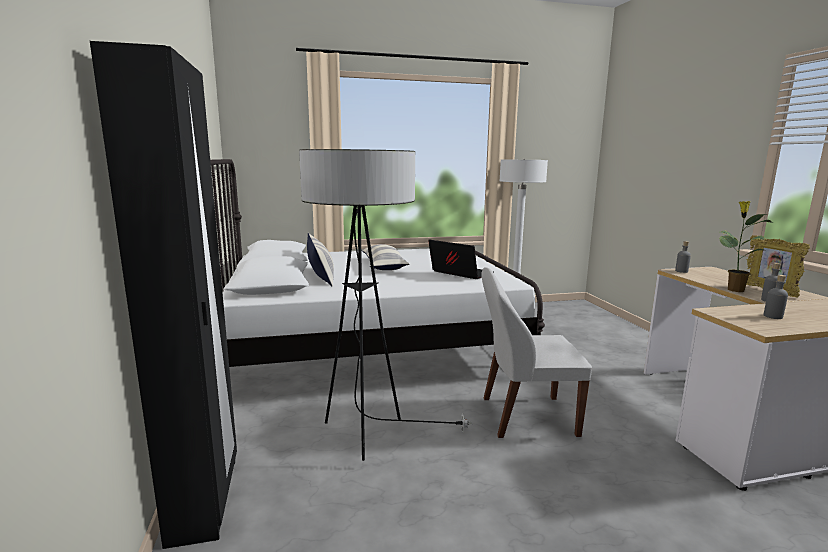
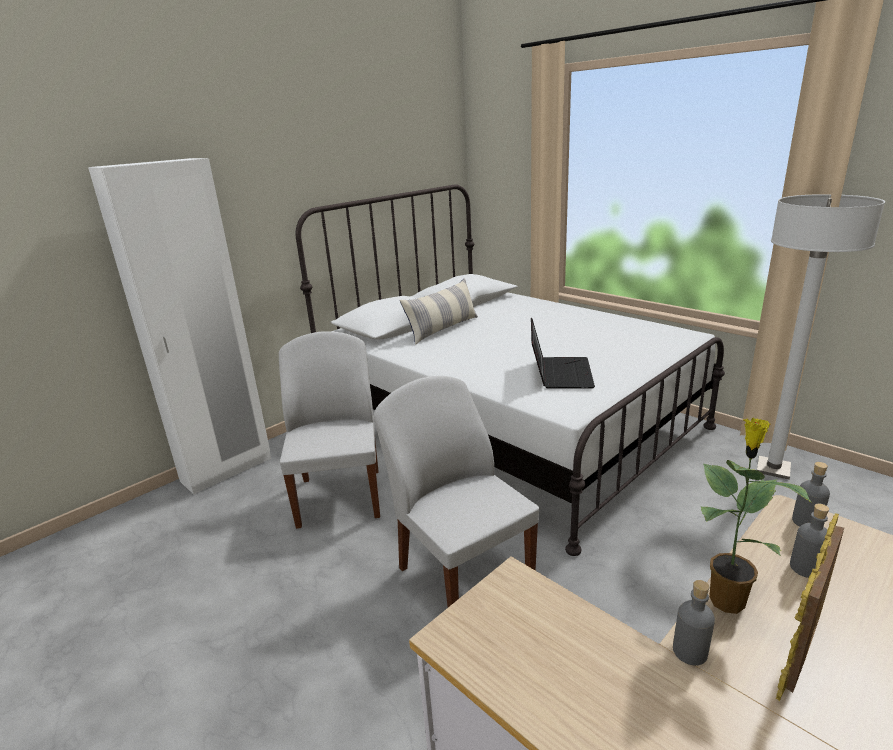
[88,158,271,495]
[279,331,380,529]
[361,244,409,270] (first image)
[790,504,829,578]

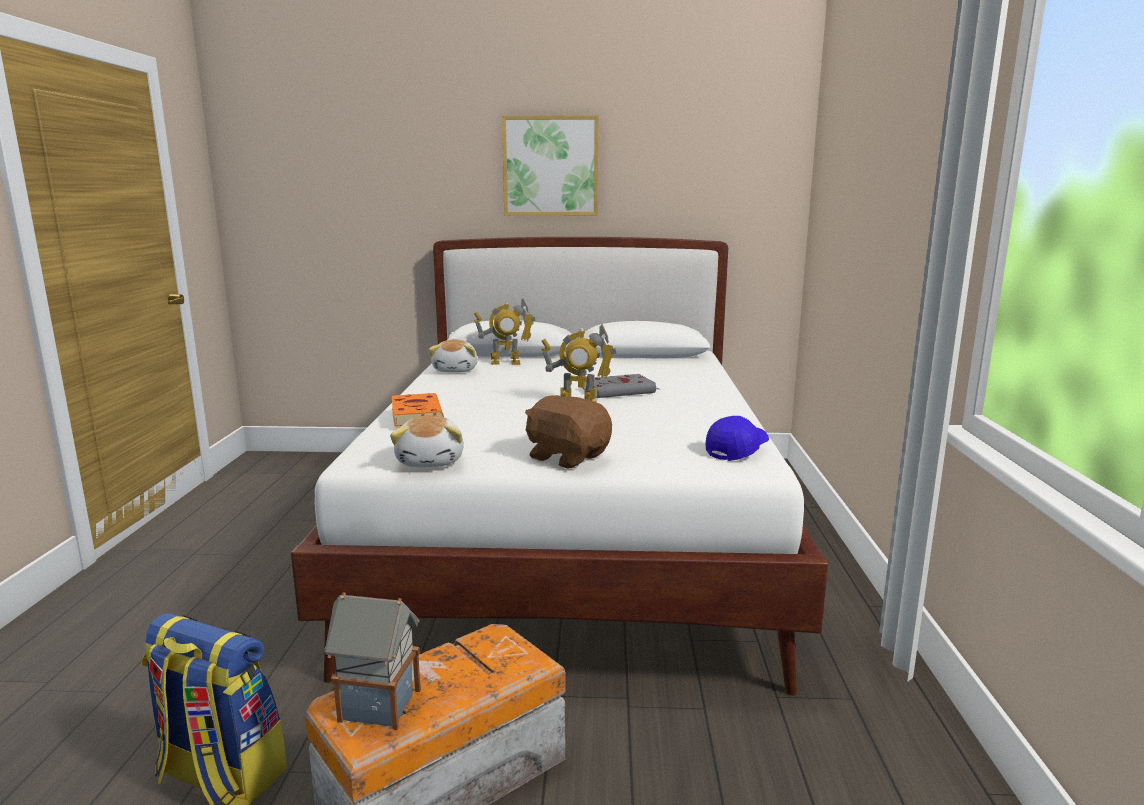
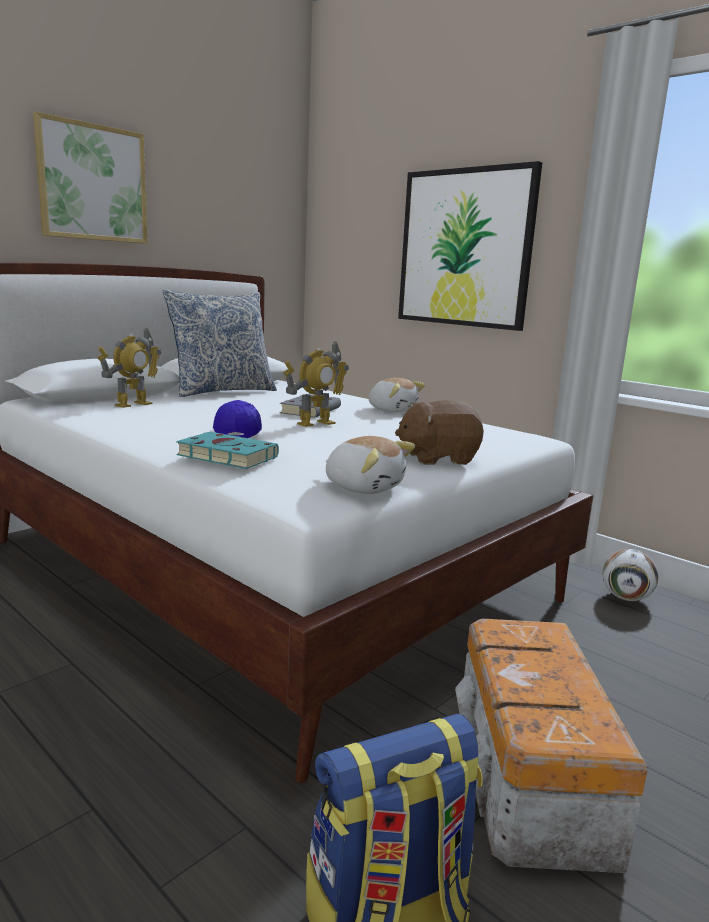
[324,592,421,730] (first image)
[176,432,279,469]
[369,378,425,412]
[213,400,262,438]
[163,289,277,397]
[398,161,542,331]
[603,549,658,601]

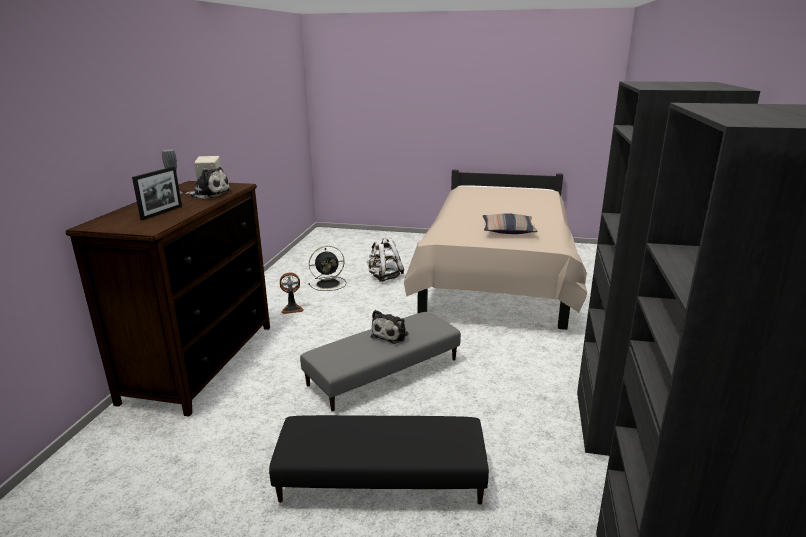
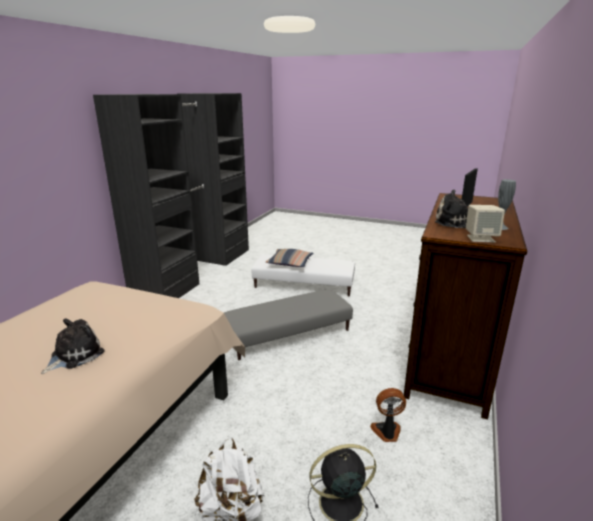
[252,255,355,296]
[41,318,105,374]
[266,249,314,267]

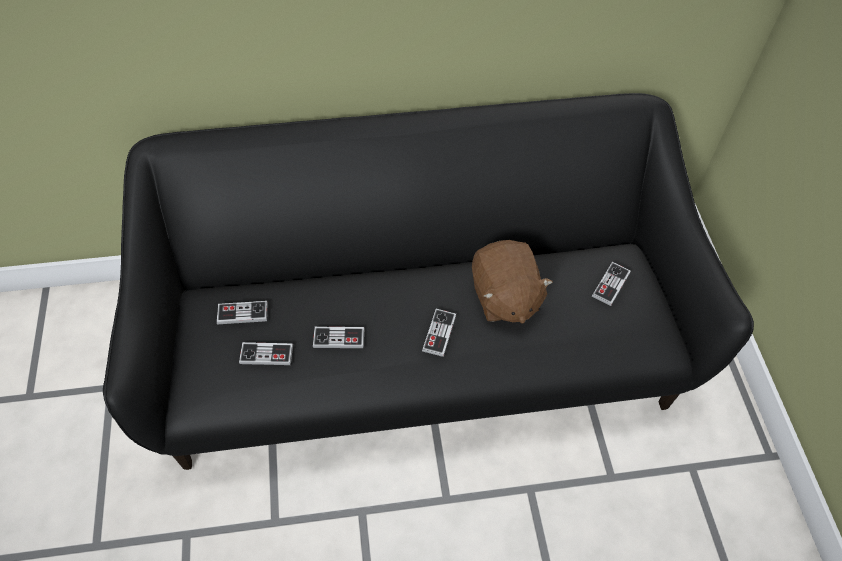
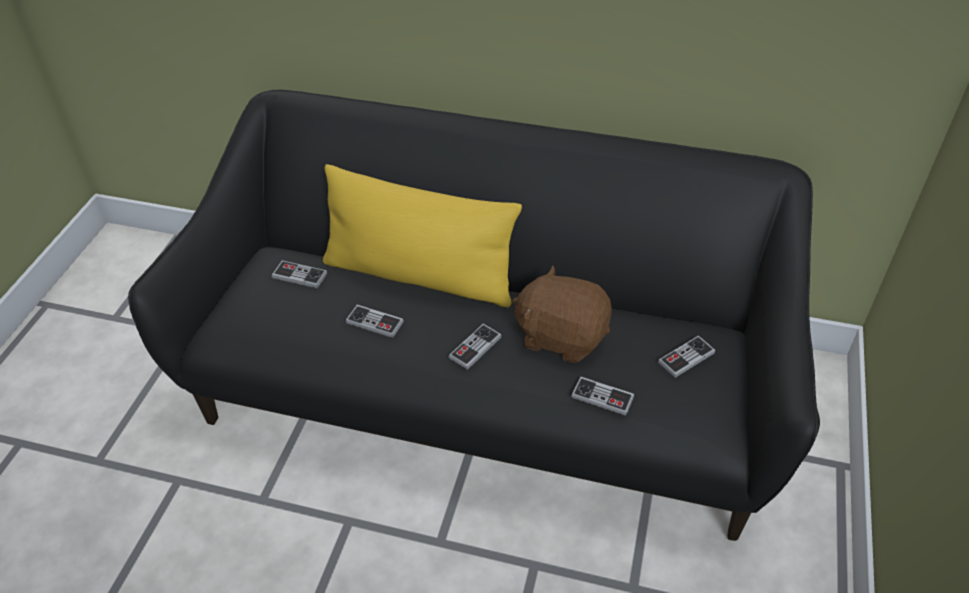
[571,376,634,416]
[512,265,612,363]
[323,164,522,308]

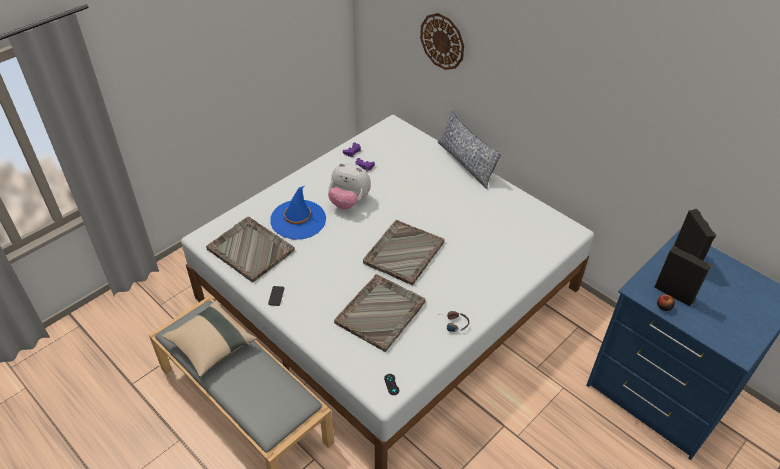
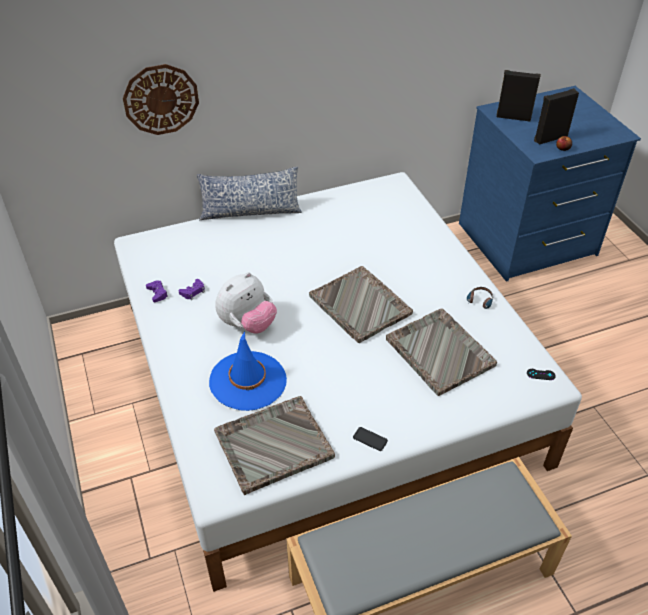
[162,300,257,377] (first image)

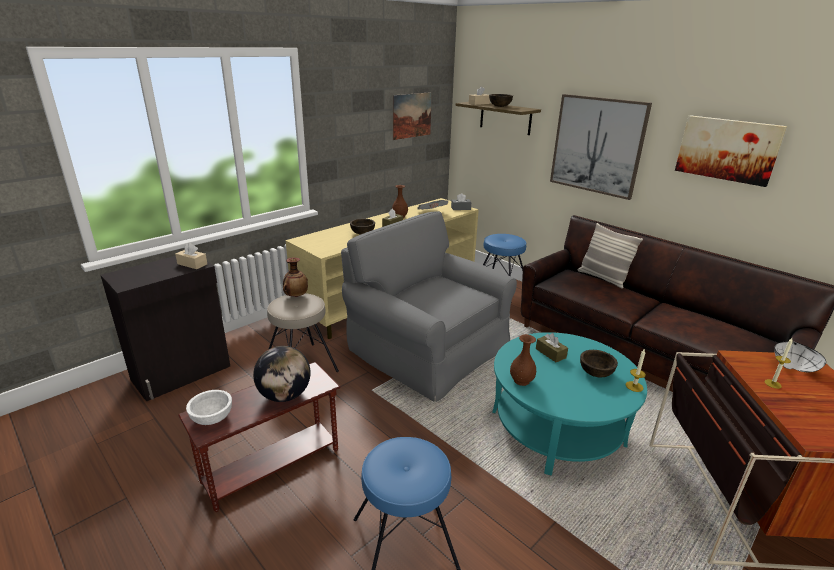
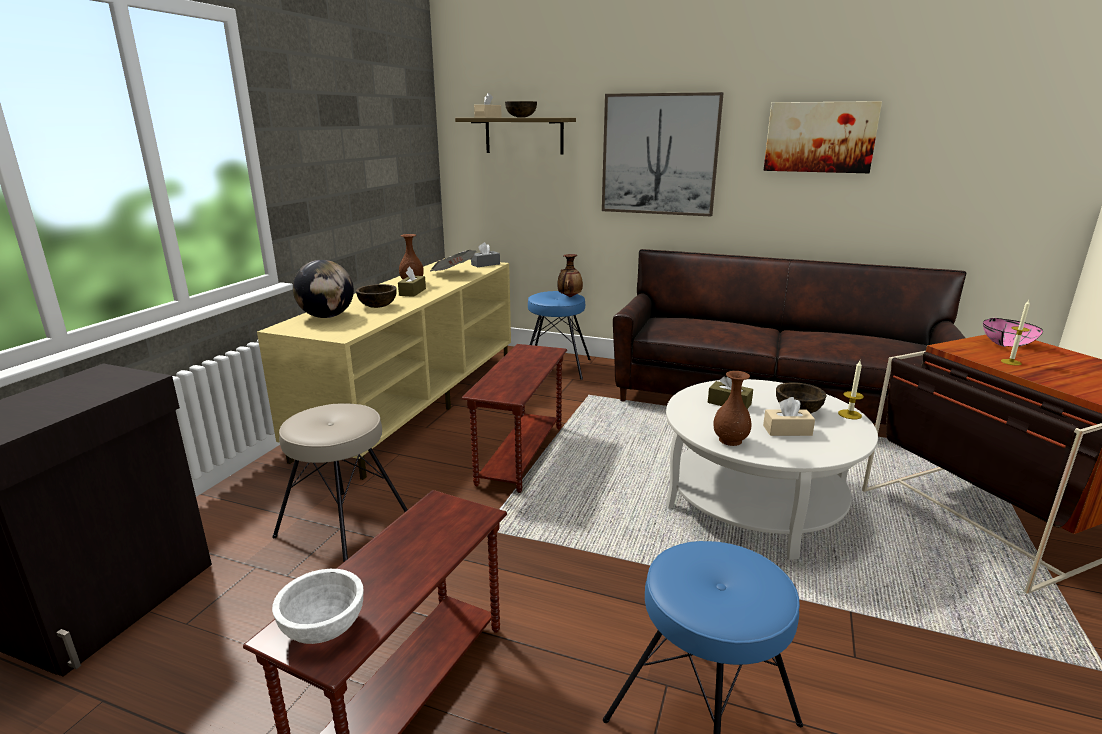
[763,397,815,436]
[293,260,354,318]
[557,254,583,297]
[461,344,567,493]
[393,92,432,140] (first image)
[666,379,878,560]
[577,223,643,289] (first image)
[983,318,1043,347]

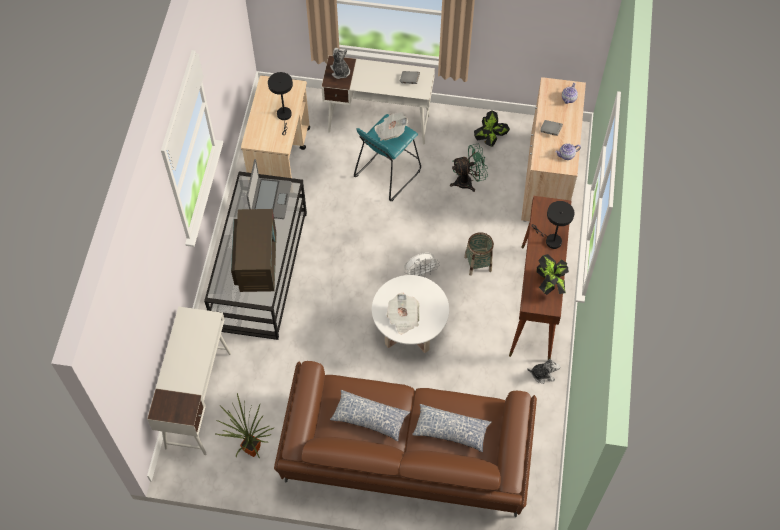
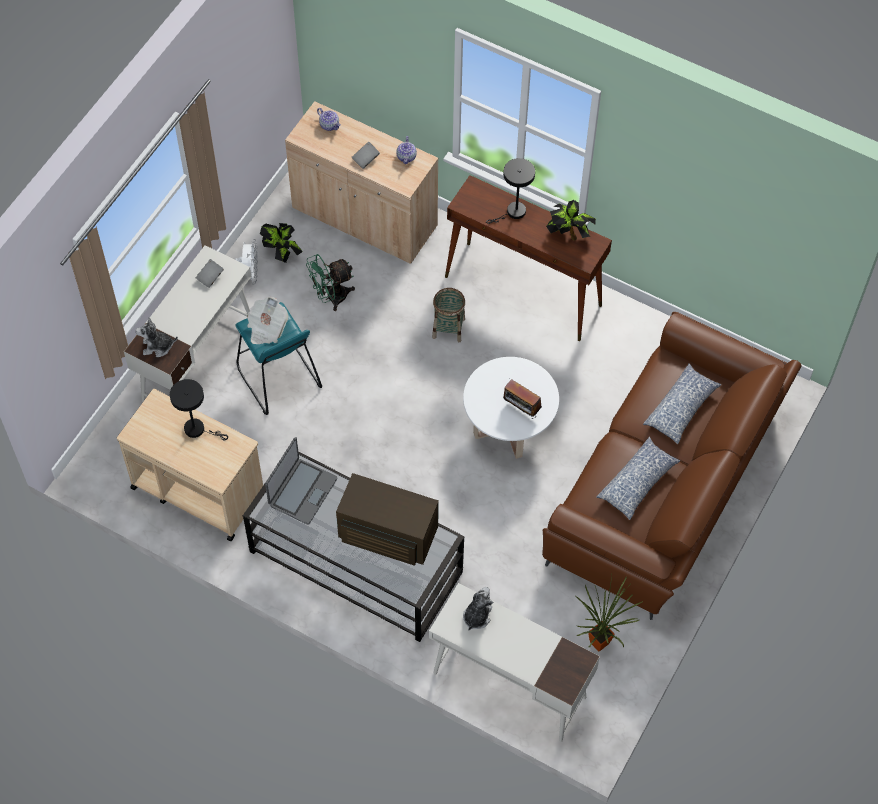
[265,437,337,525]
[503,379,541,417]
[235,239,258,283]
[306,254,355,311]
[463,587,493,631]

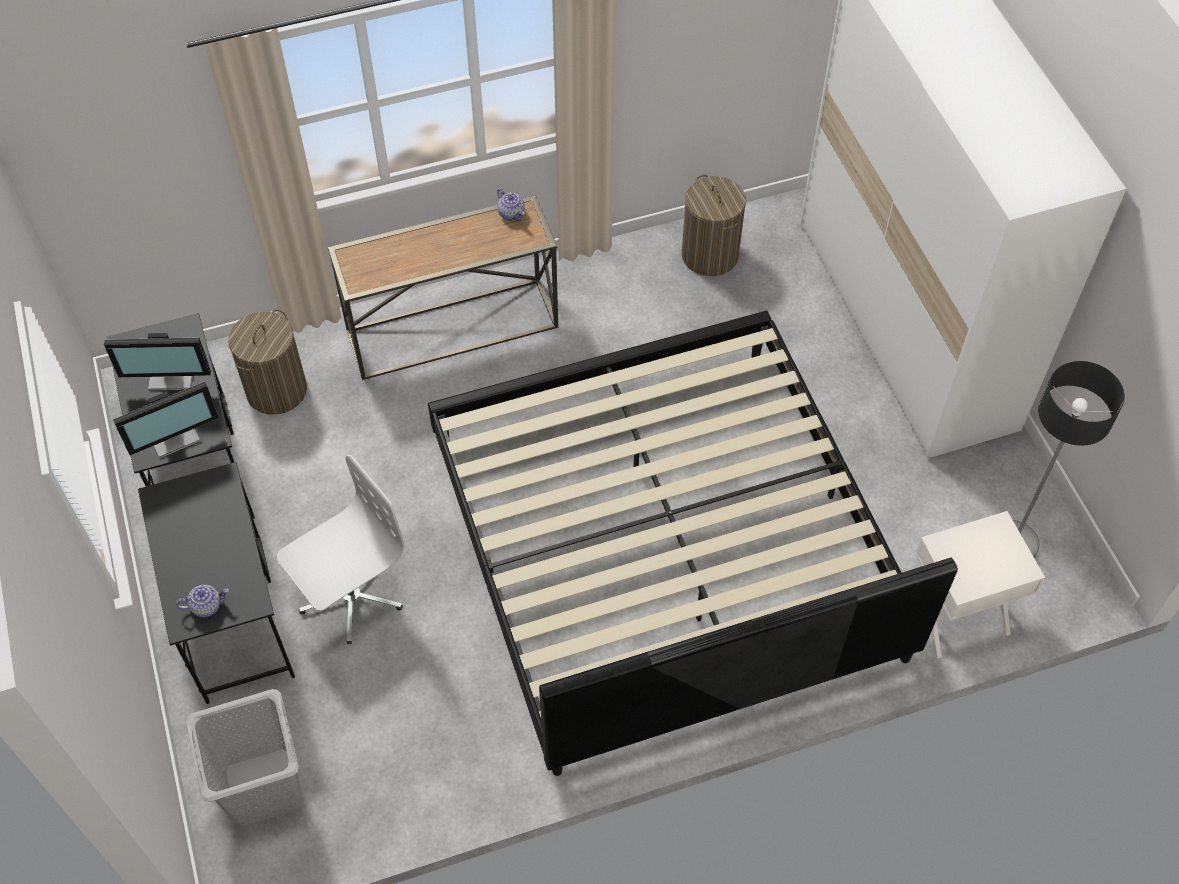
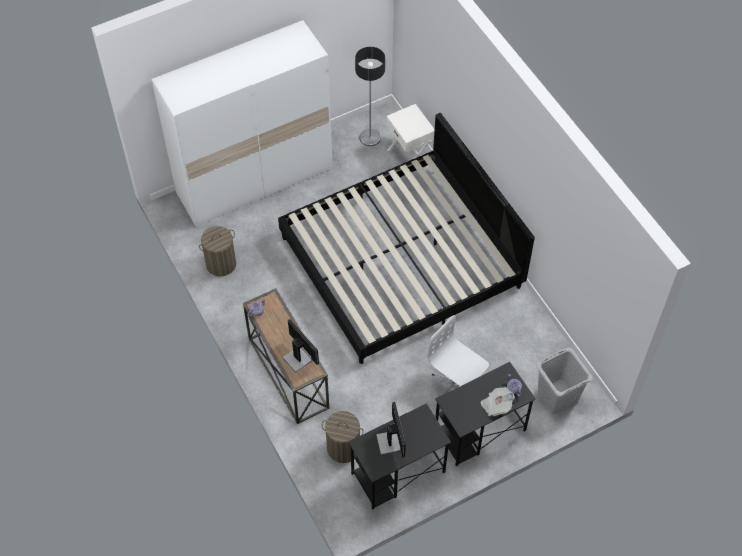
[283,319,319,372]
[480,387,515,416]

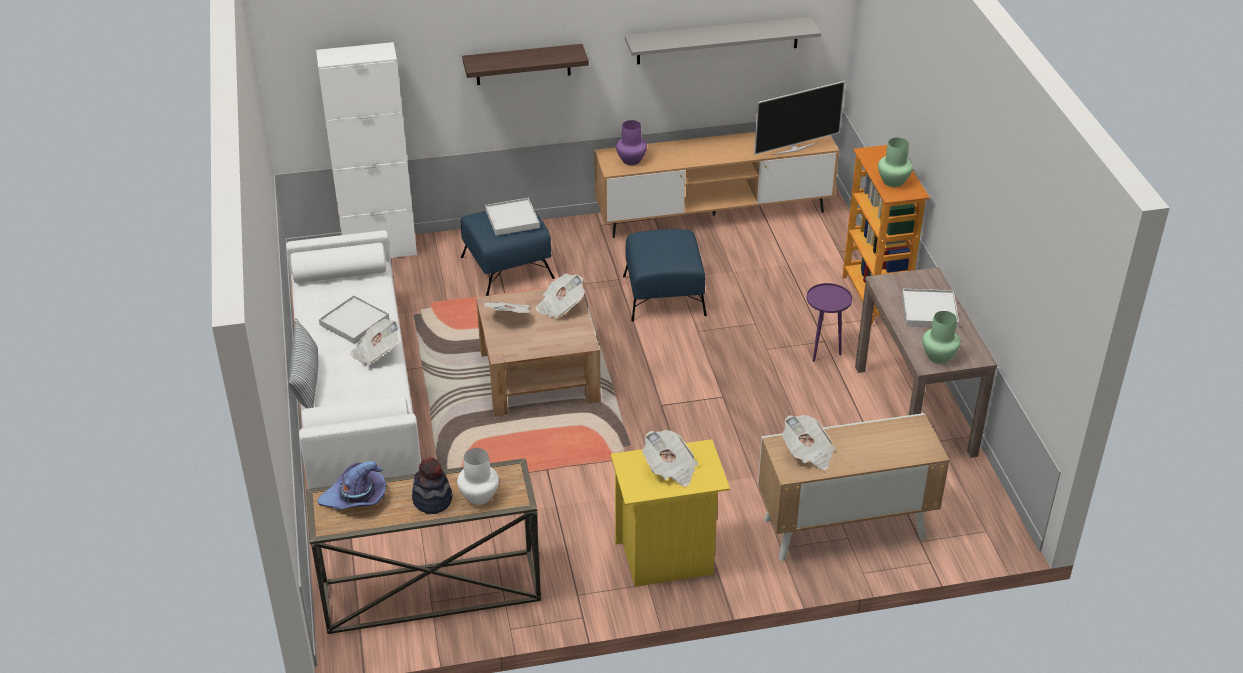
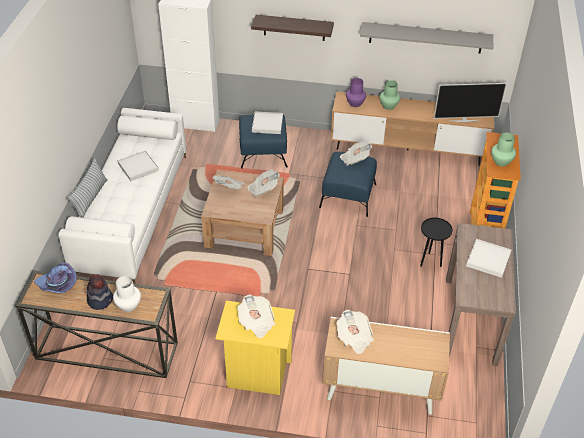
[340,141,372,166]
[420,218,452,267]
[380,80,400,110]

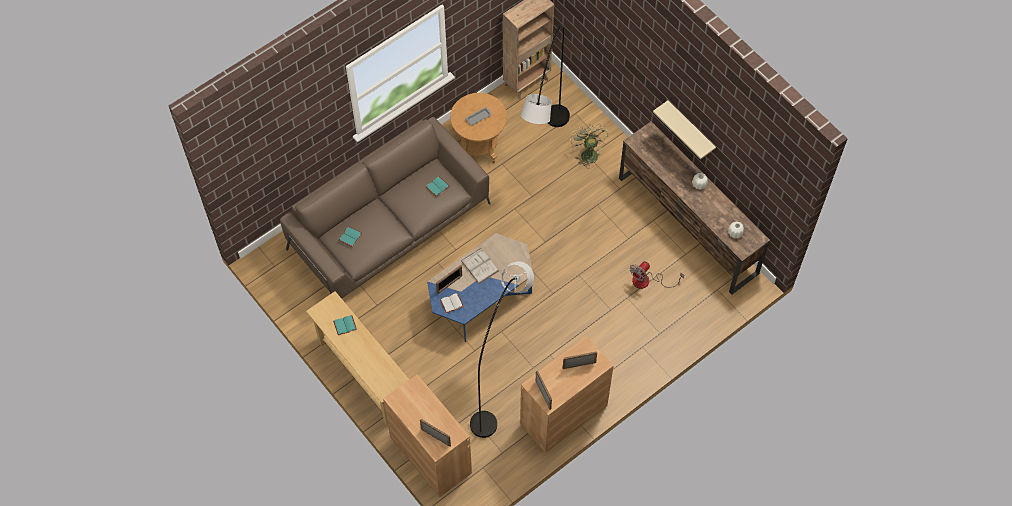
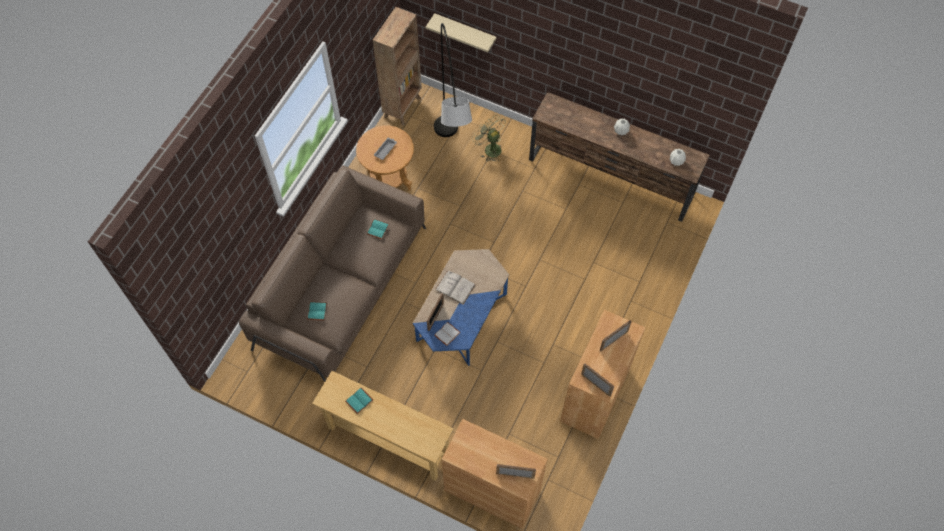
[470,261,534,438] (first image)
[630,261,684,289] (first image)
[426,13,497,52]

